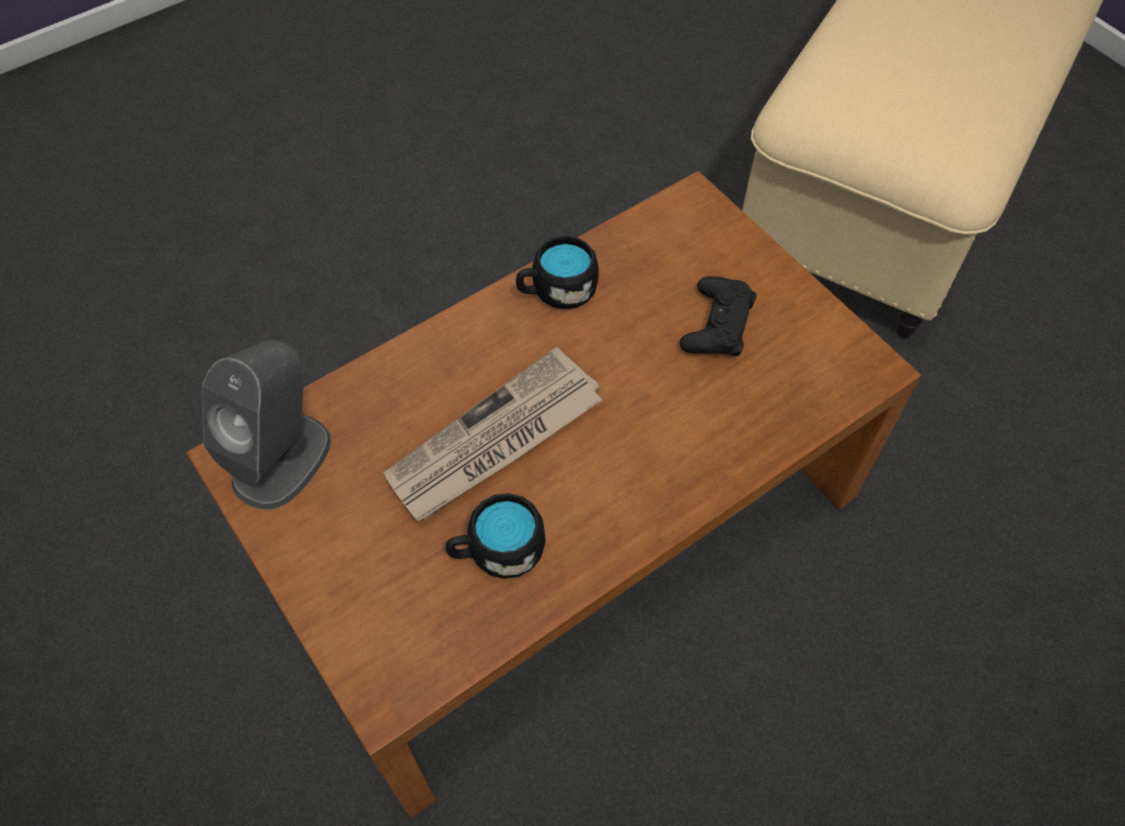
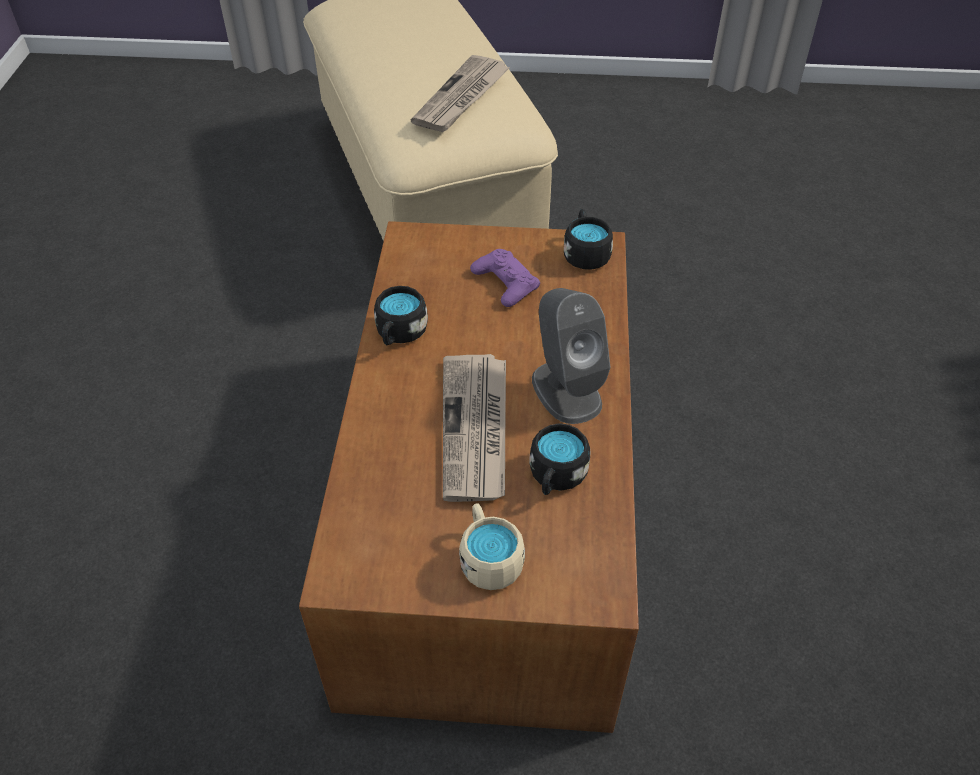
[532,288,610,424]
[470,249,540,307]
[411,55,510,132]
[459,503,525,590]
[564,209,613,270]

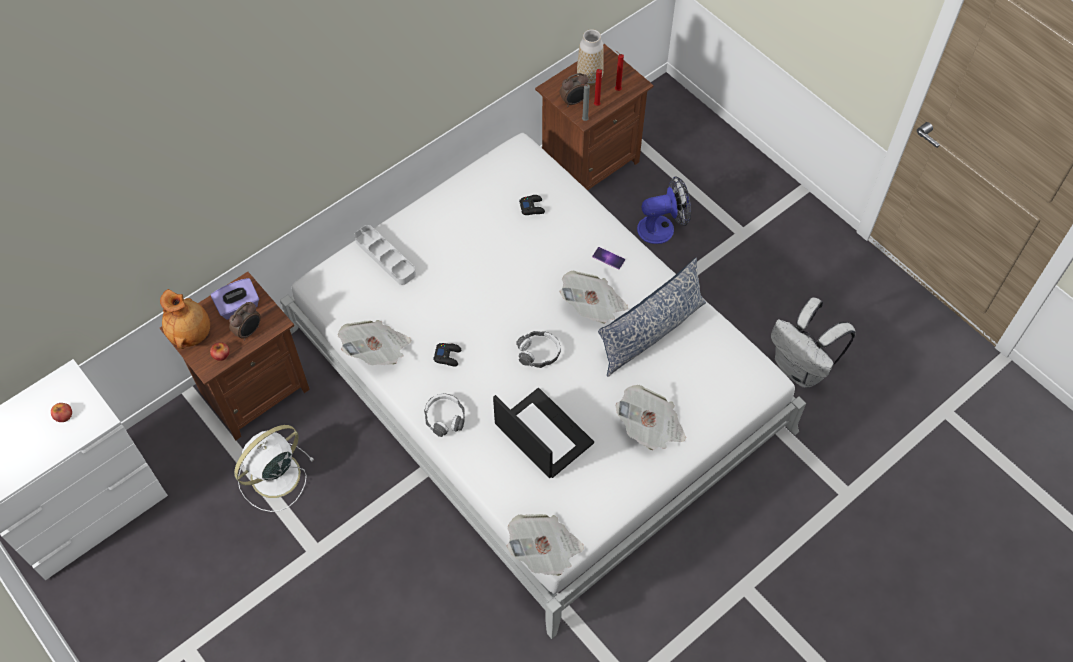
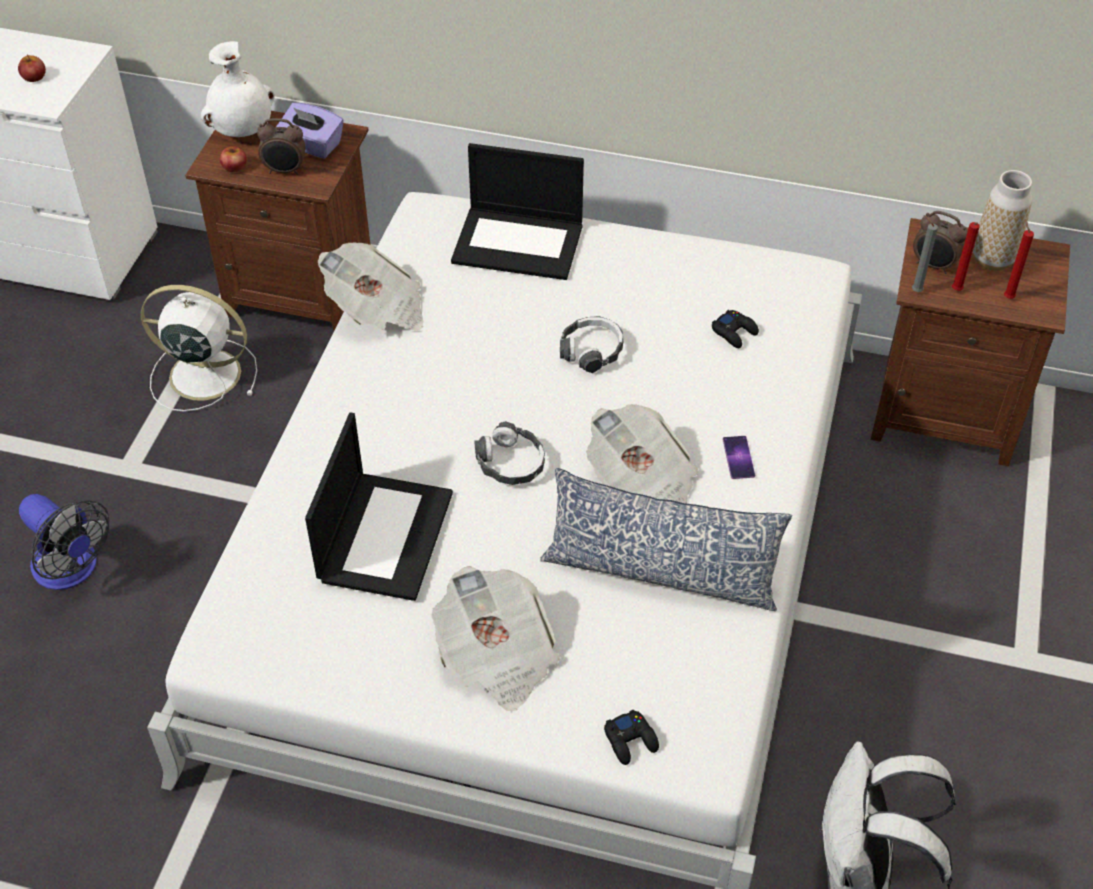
[201,41,275,137]
[451,143,584,280]
[560,316,624,373]
[604,710,659,765]
[507,514,584,576] (first image)
[19,494,109,590]

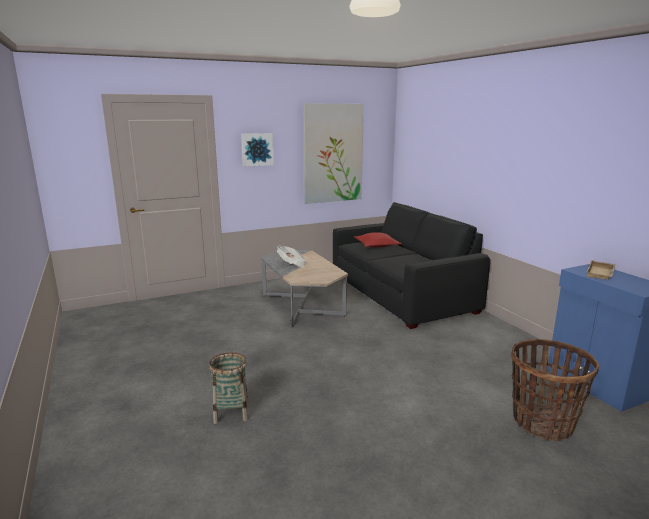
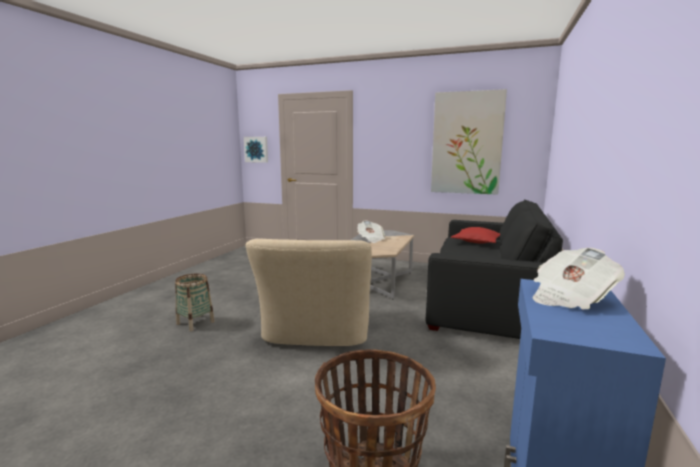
[244,137,268,163]
[533,248,625,310]
[245,239,372,346]

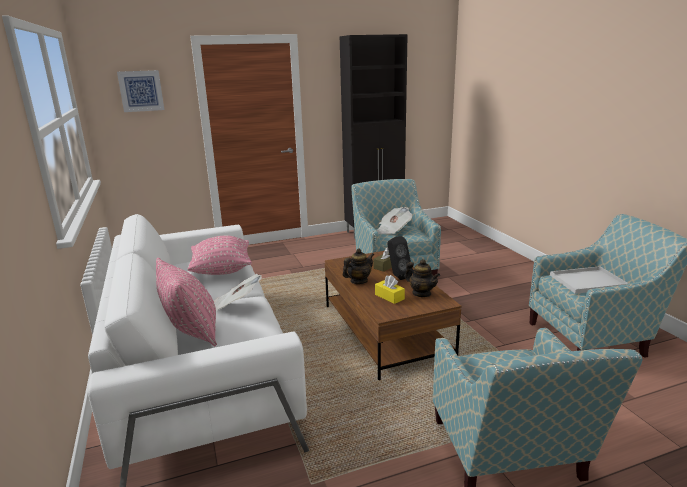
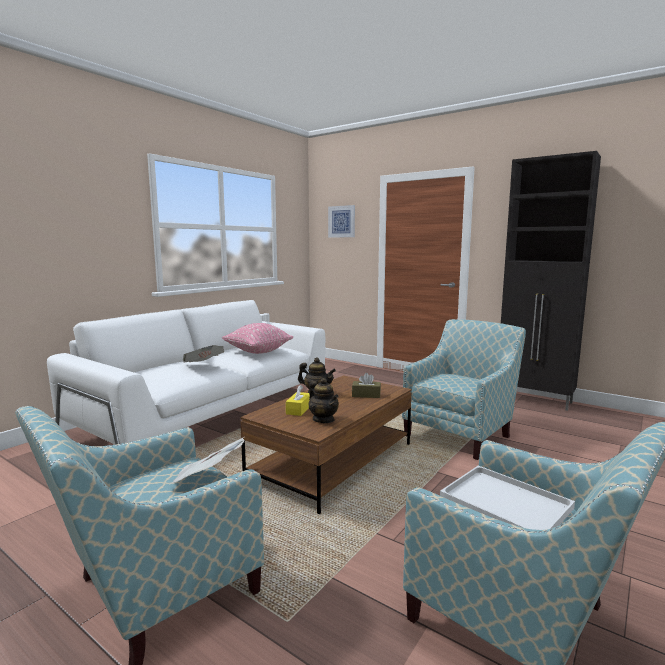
[156,258,217,346] (first image)
[169,437,244,485]
[387,236,412,280] (first image)
[309,378,339,423]

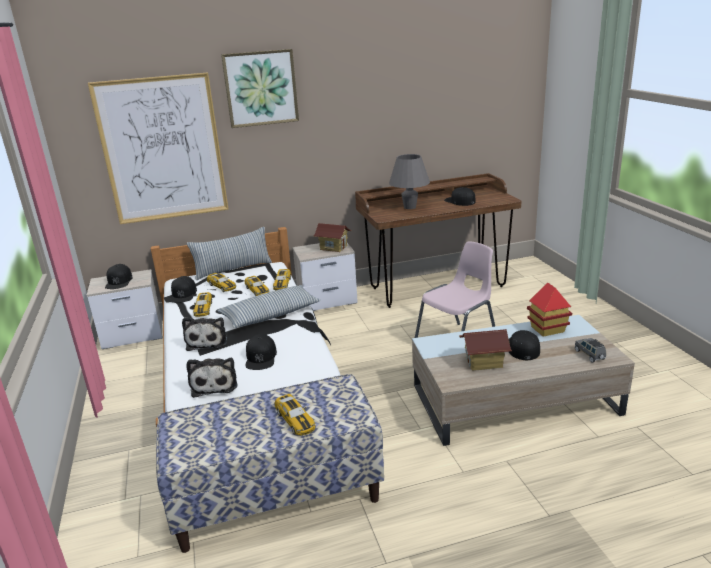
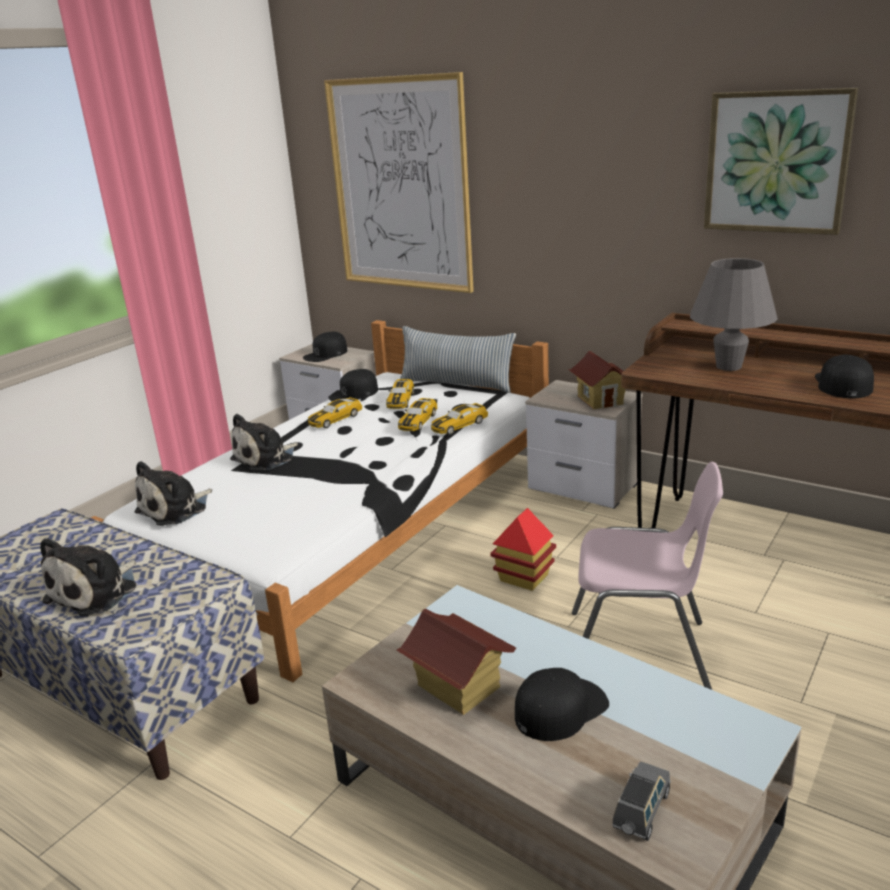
[217,285,321,328] (first image)
[704,88,858,235]
[245,334,277,370] (first image)
[40,537,136,616]
[490,508,556,591]

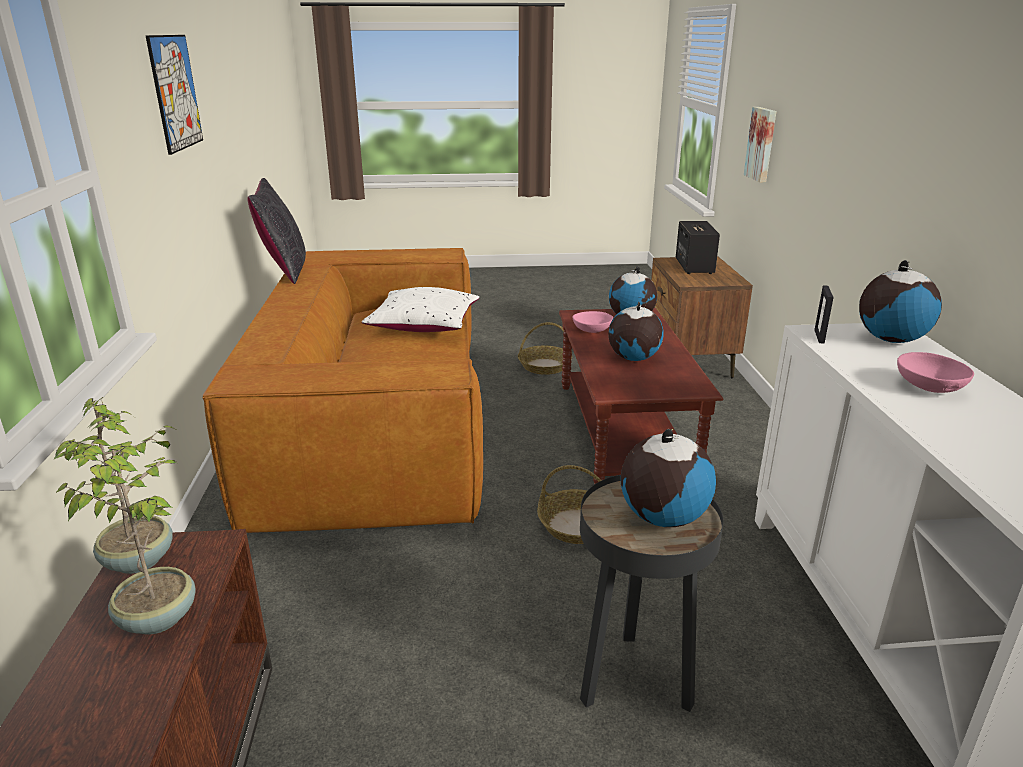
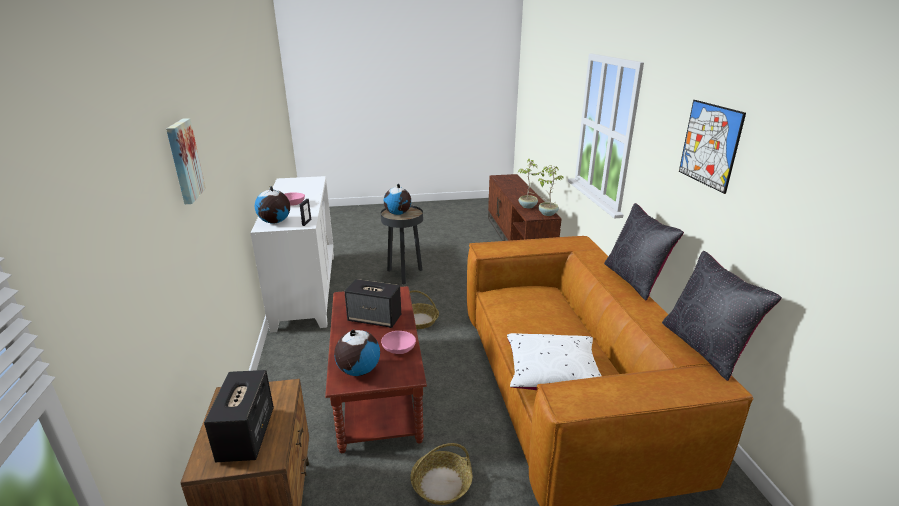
[344,279,401,328]
[166,118,206,204]
[604,203,684,300]

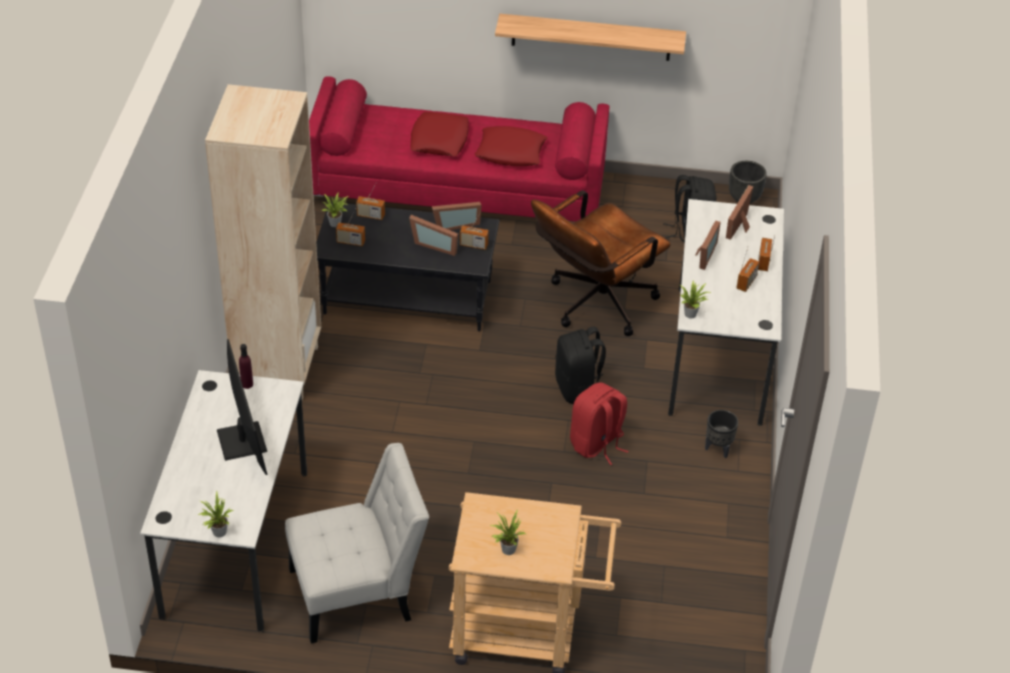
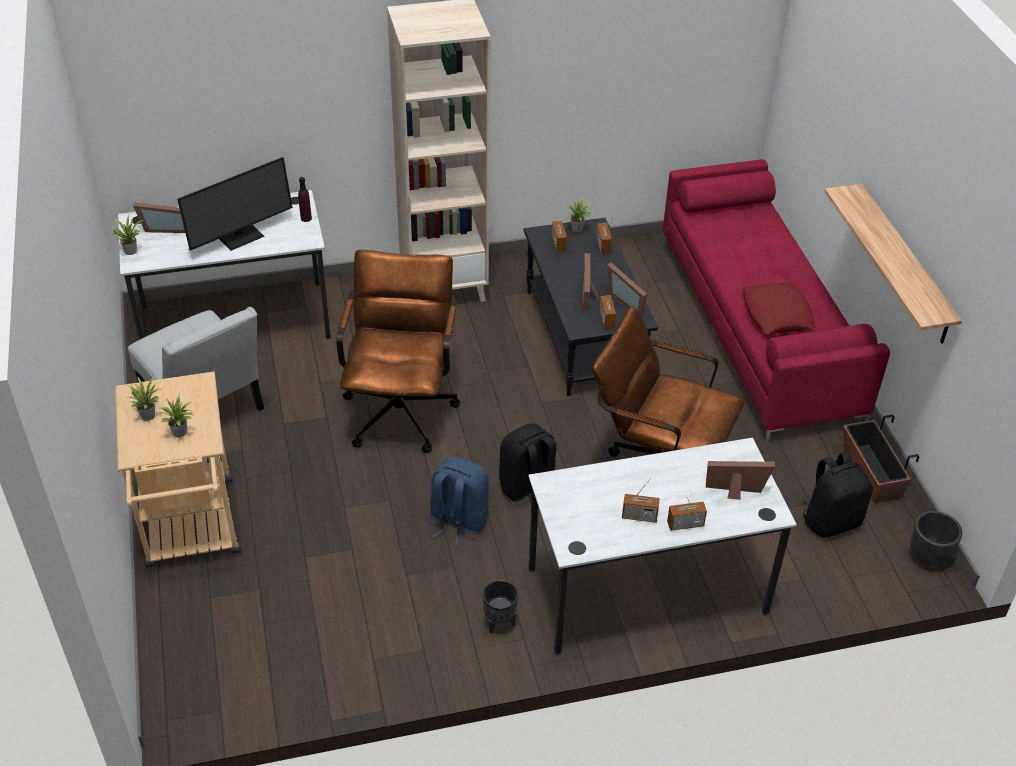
[410,112,469,157] (first image)
[430,457,489,547]
[155,393,193,437]
[133,202,185,233]
[336,250,461,453]
[843,414,920,502]

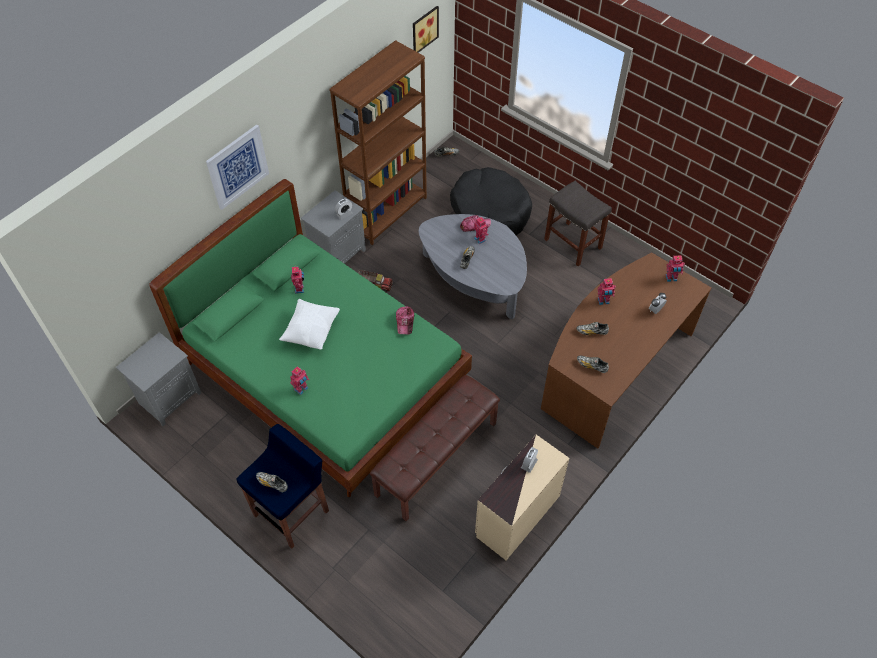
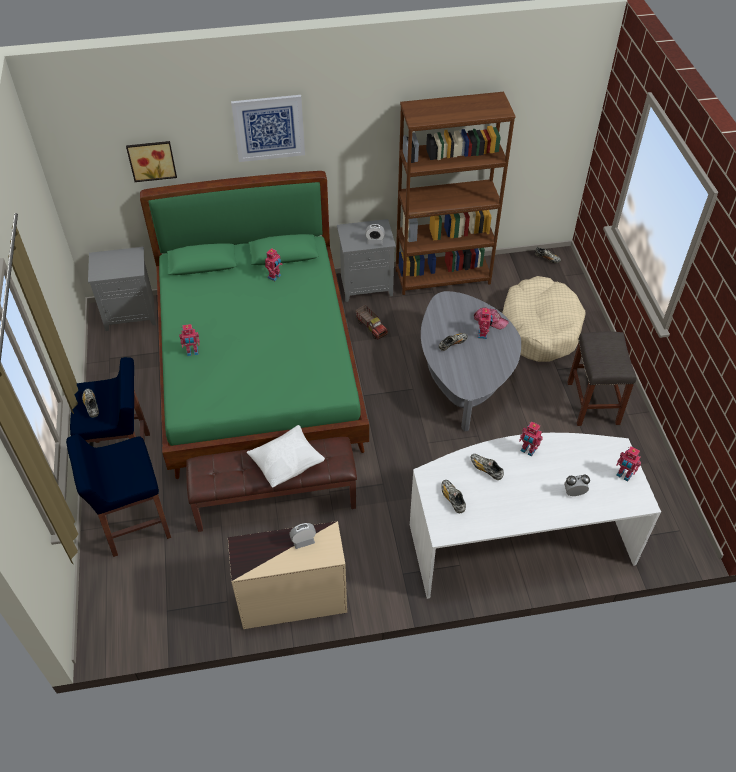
[247,425,325,487]
[396,306,414,334] (first image)
[126,141,177,182]
[502,276,586,362]
[410,433,661,599]
[66,434,171,557]

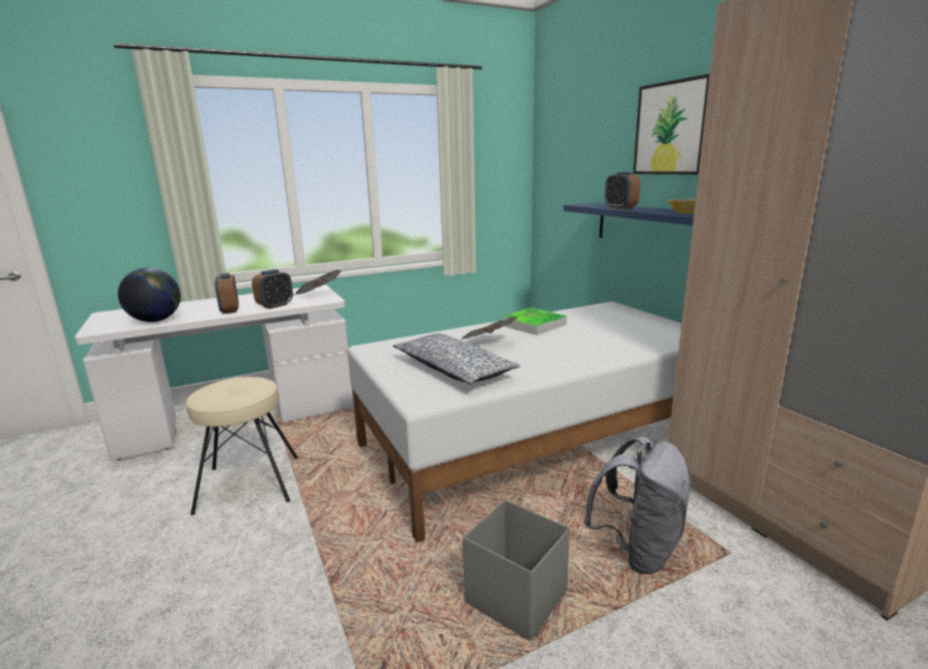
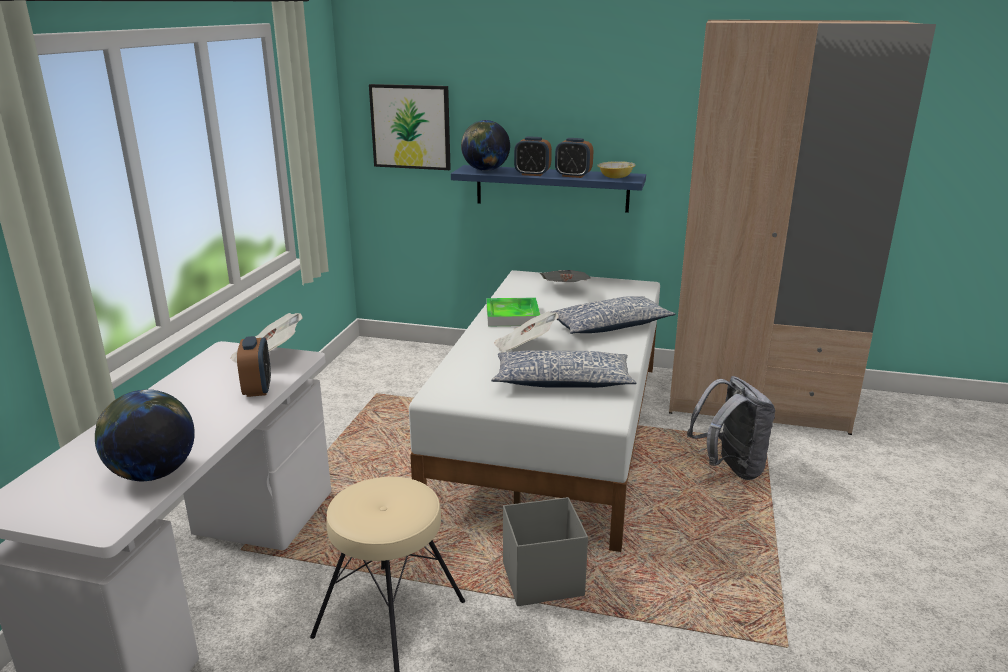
[555,138,593,178]
[503,497,588,606]
[369,84,451,170]
[461,120,510,171]
[539,270,591,282]
[551,296,675,334]

